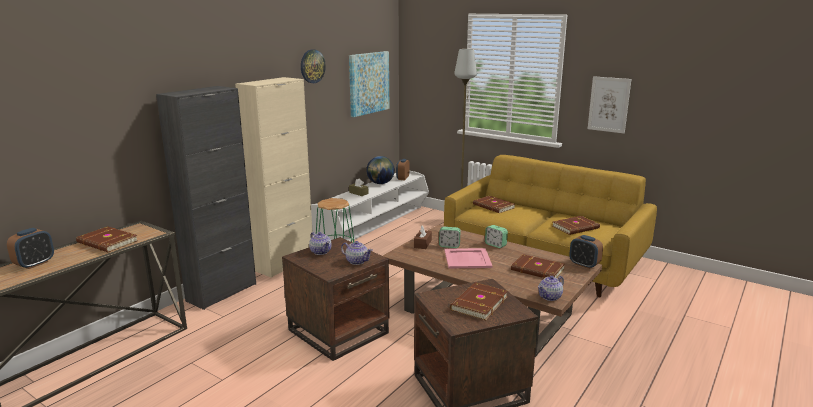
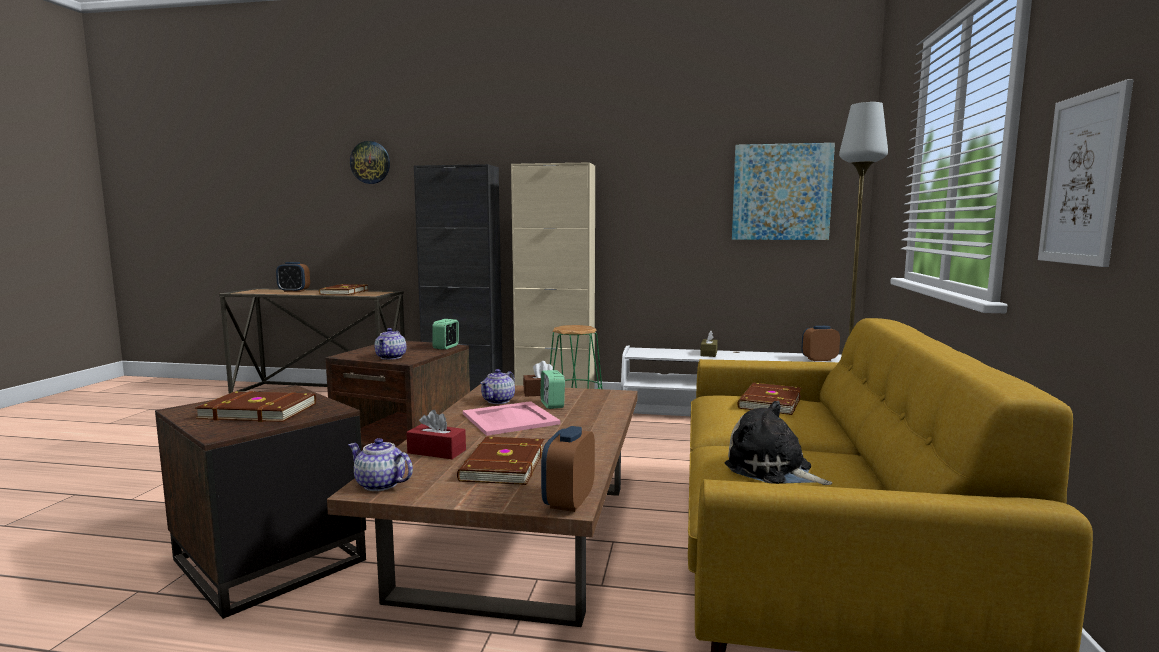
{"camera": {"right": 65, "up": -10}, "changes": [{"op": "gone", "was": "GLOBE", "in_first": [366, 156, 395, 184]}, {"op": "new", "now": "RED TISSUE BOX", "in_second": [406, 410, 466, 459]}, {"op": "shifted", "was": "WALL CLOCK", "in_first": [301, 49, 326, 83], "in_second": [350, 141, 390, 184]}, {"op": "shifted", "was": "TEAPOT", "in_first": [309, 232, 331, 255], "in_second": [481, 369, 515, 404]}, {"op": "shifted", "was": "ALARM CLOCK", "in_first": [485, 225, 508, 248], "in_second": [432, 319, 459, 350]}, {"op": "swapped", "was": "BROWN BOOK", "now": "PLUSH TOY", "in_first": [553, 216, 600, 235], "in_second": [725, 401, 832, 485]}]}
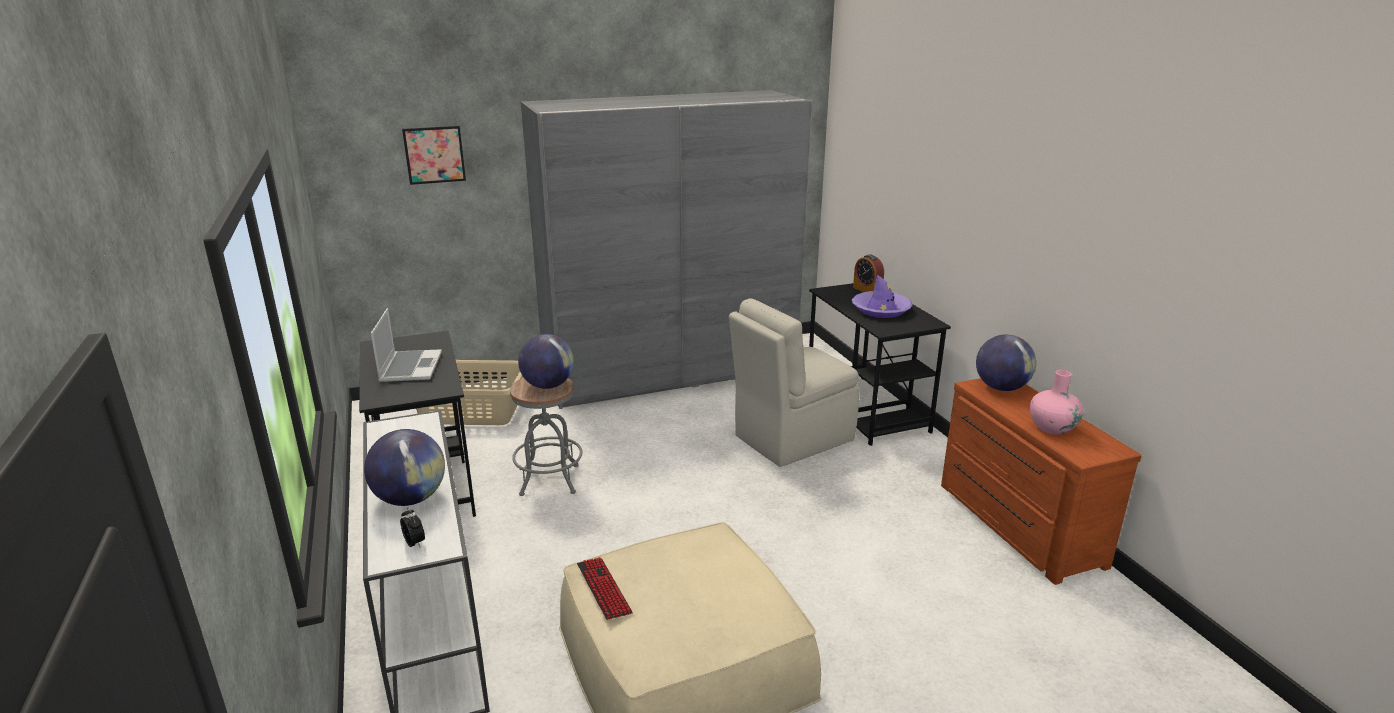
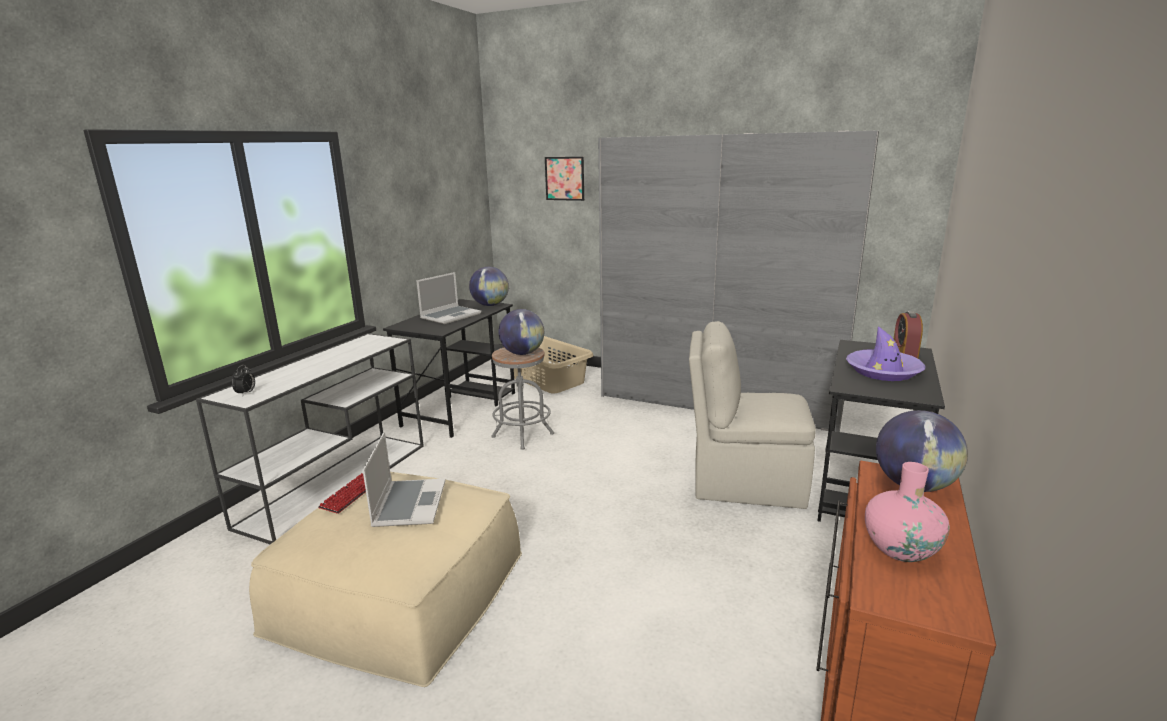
{"camera": {"right": 45, "up": -5}, "changes": [{"op": "new", "now": "LAPTOP", "in_second": [363, 432, 446, 527]}, {"op": "shifted", "was": "GLOBE", "in_first": [364, 429, 445, 506], "in_second": [469, 267, 509, 306]}]}
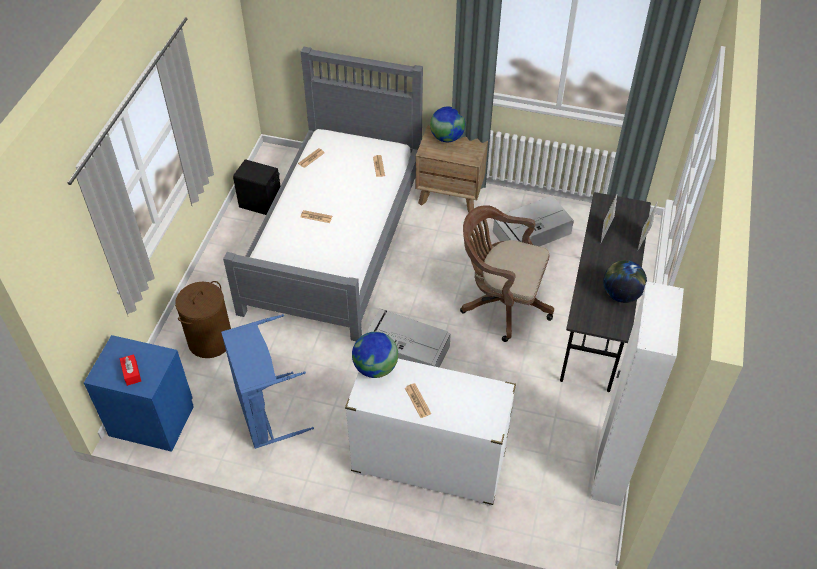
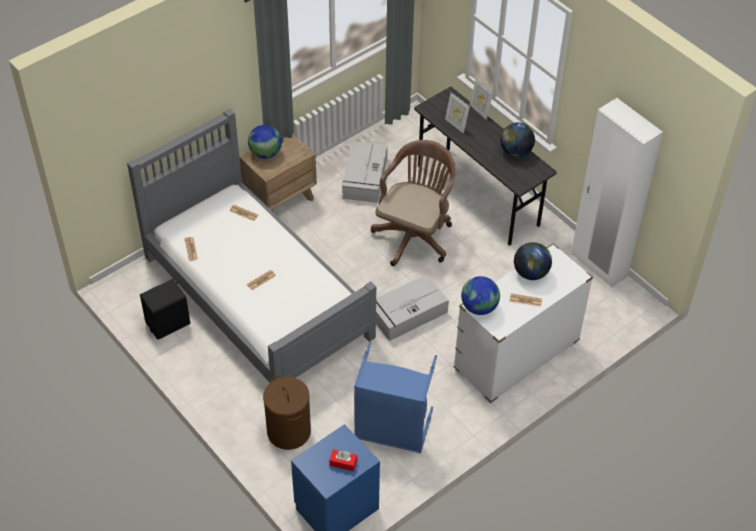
{"camera": {"right": -55, "up": 0}, "changes": [{"op": "new", "now": "GLOBE", "in_second": [514, 242, 552, 280]}, {"op": "rotated", "was": "BROWN OFFICE CHAIR", "in_first": [460, 205, 554, 342], "in_second": [371, 140, 455, 266], "clockwise": 150}]}
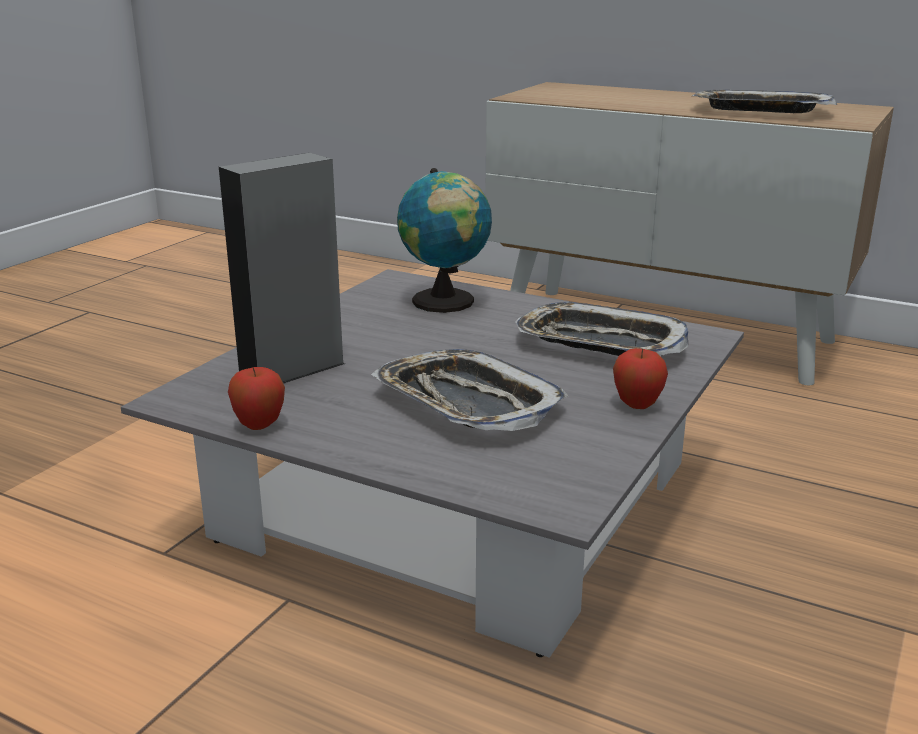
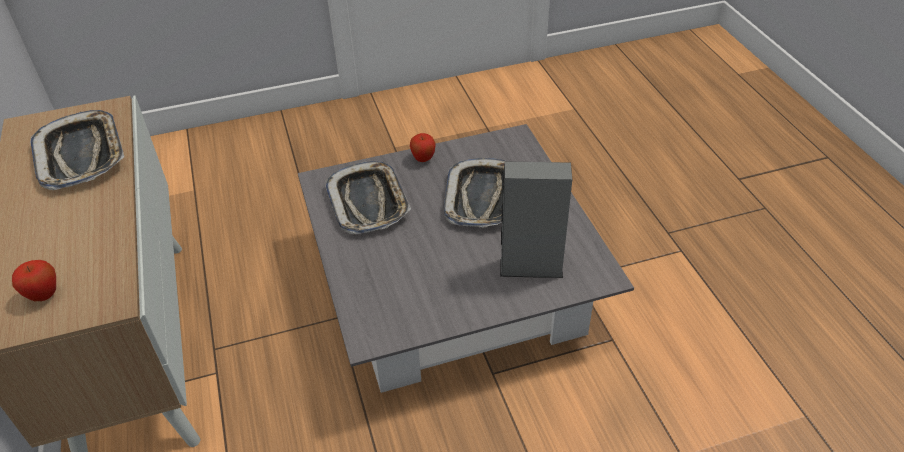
{"camera": {"right": -135, "up": 20}, "changes": [{"op": "gone", "was": "GLOBE", "in_first": [397, 168, 492, 313]}, {"op": "shifted", "was": "APPLE", "in_first": [228, 367, 285, 430], "in_second": [12, 260, 56, 301]}]}
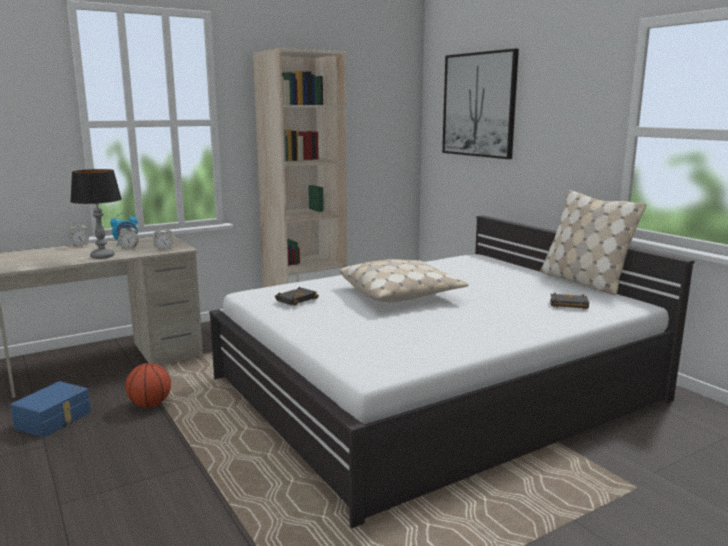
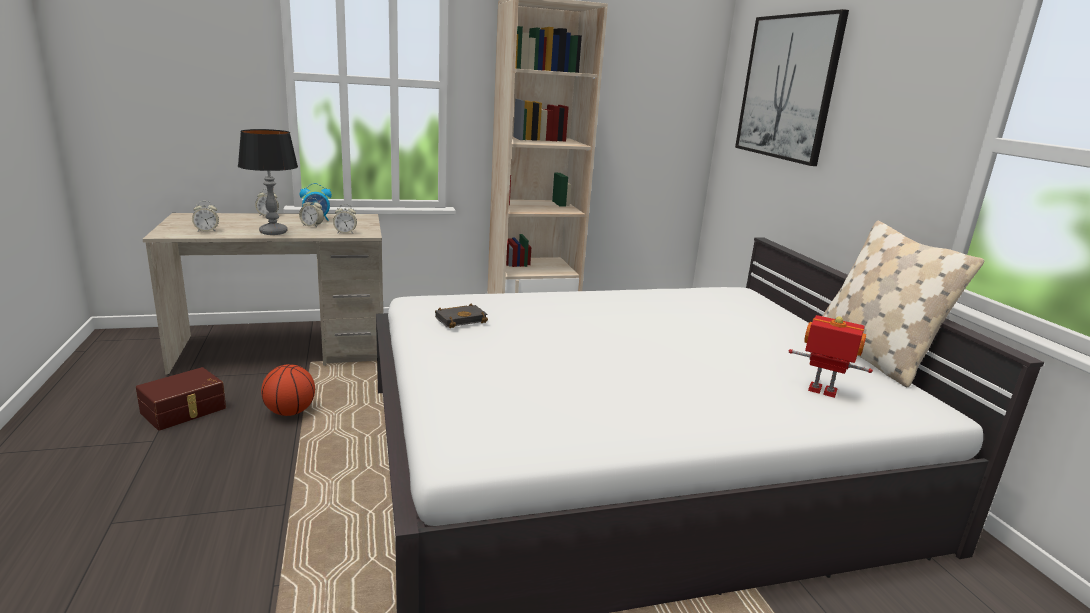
{"camera": {"right": 15, "up": 5}, "changes": [{"op": "gone", "was": "BEIGE PILLOW", "in_first": [339, 259, 469, 302]}, {"op": "new", "now": "ALARM CLOCK", "in_second": [192, 201, 219, 232]}, {"op": "swapped", "was": "BLACK BOOK", "now": "TOY ROBOT", "in_first": [550, 292, 589, 309], "in_second": [789, 315, 873, 398]}, {"op": "repainted", "was": "BLUE STORAGE BOX", "now": "BROWN STORAGE BOX", "in_first": [10, 381, 91, 438], "in_second": [136, 367, 226, 431]}]}
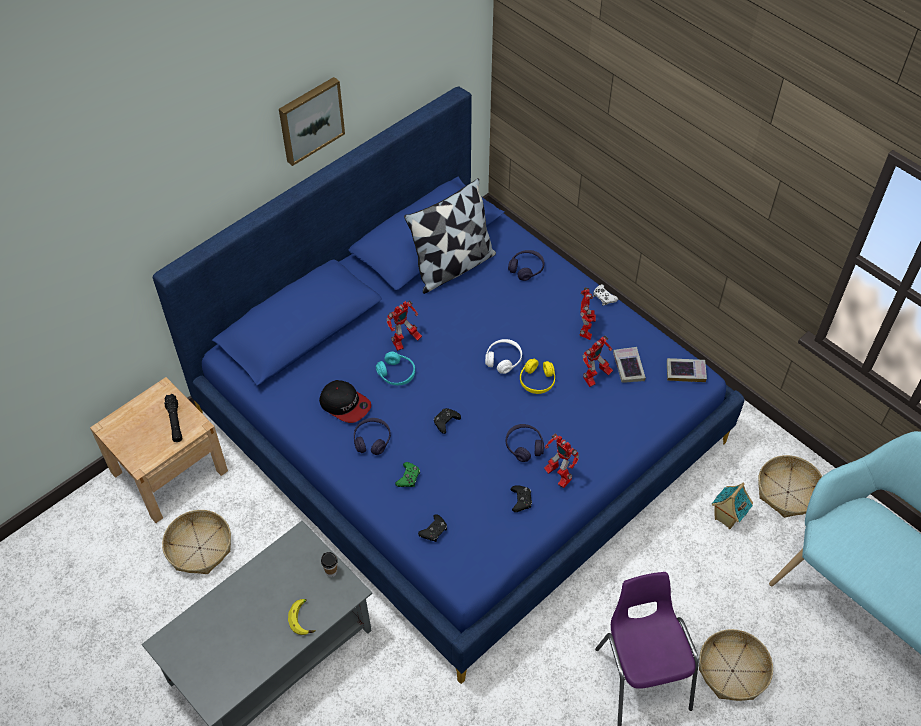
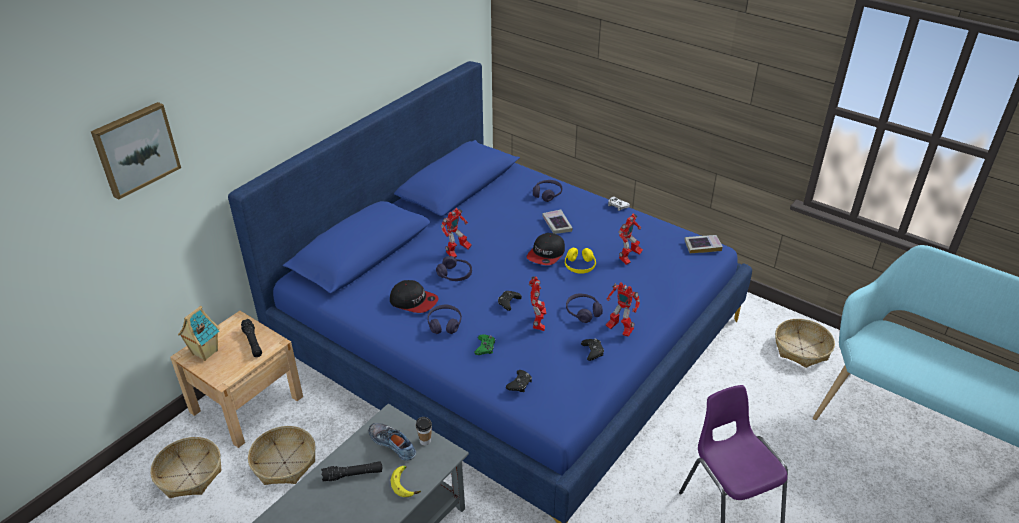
{"camera": {"right": -10, "up": -15}, "changes": [{"op": "gone", "was": "PILLOW", "in_first": [404, 178, 496, 294]}, {"op": "new", "now": "BLACK FLASHLIGHT", "in_second": [321, 461, 382, 481]}, {"op": "new", "now": "SHOE", "in_second": [369, 423, 416, 461]}, {"op": "shifted", "was": "PICTURE", "in_first": [279, 77, 345, 166], "in_second": [91, 102, 181, 200]}, {"op": "shifted", "was": "TOY ROBOT", "in_first": [579, 288, 596, 340], "in_second": [529, 277, 546, 331]}, {"op": "shifted", "was": "BOOK", "in_first": [613, 347, 646, 383], "in_second": [542, 210, 573, 234]}, {"op": "shifted", "was": "BASKET", "in_first": [699, 629, 773, 701], "in_second": [150, 437, 222, 498]}, {"op": "shifted", "was": "TOY HOUSE", "in_first": [712, 482, 753, 529], "in_second": [178, 306, 220, 361]}, {"op": "swapped", "was": "WHITE HEADPHONES", "now": "CAP", "in_first": [485, 339, 522, 374], "in_second": [527, 233, 565, 265]}, {"op": "repainted", "was": "TURQUOISE HEADPHONES", "now": "PURPLE HEADPHONES", "in_first": [376, 352, 415, 385], "in_second": [436, 256, 472, 281]}]}
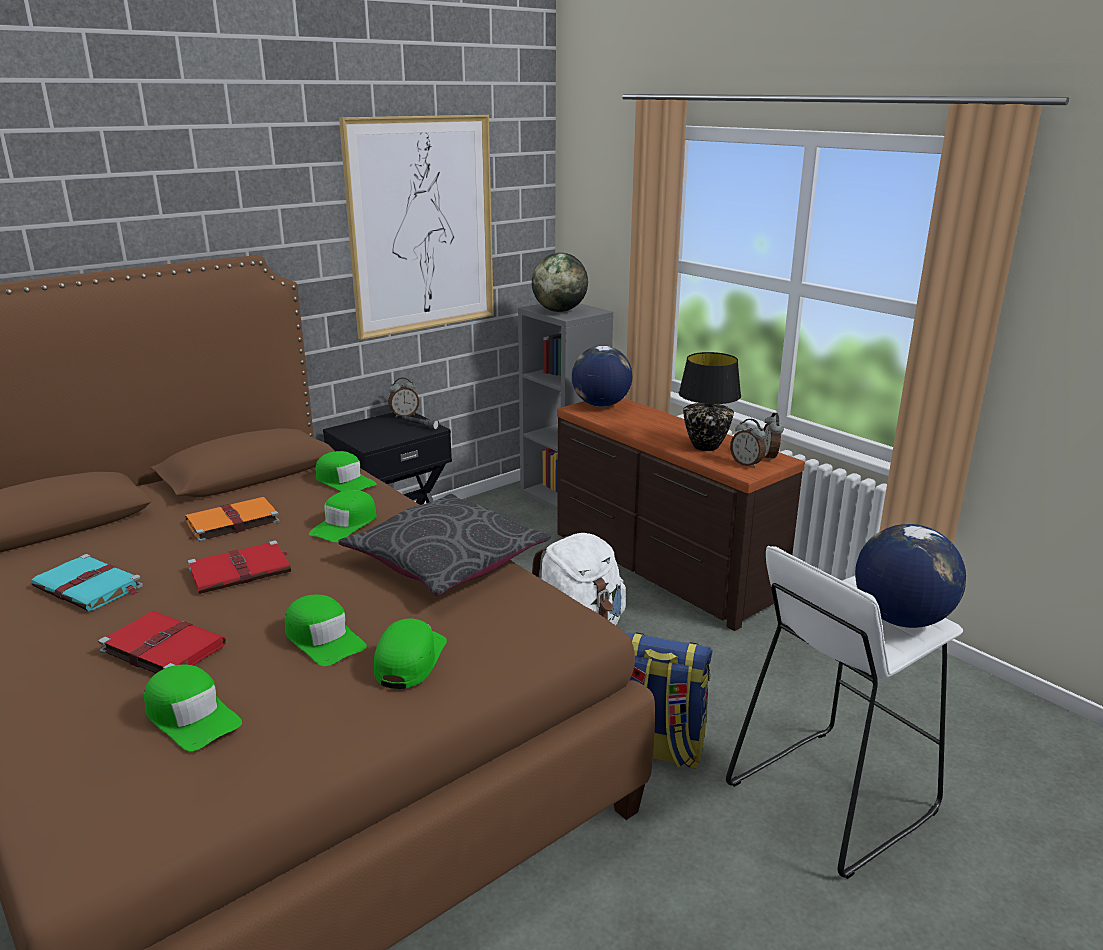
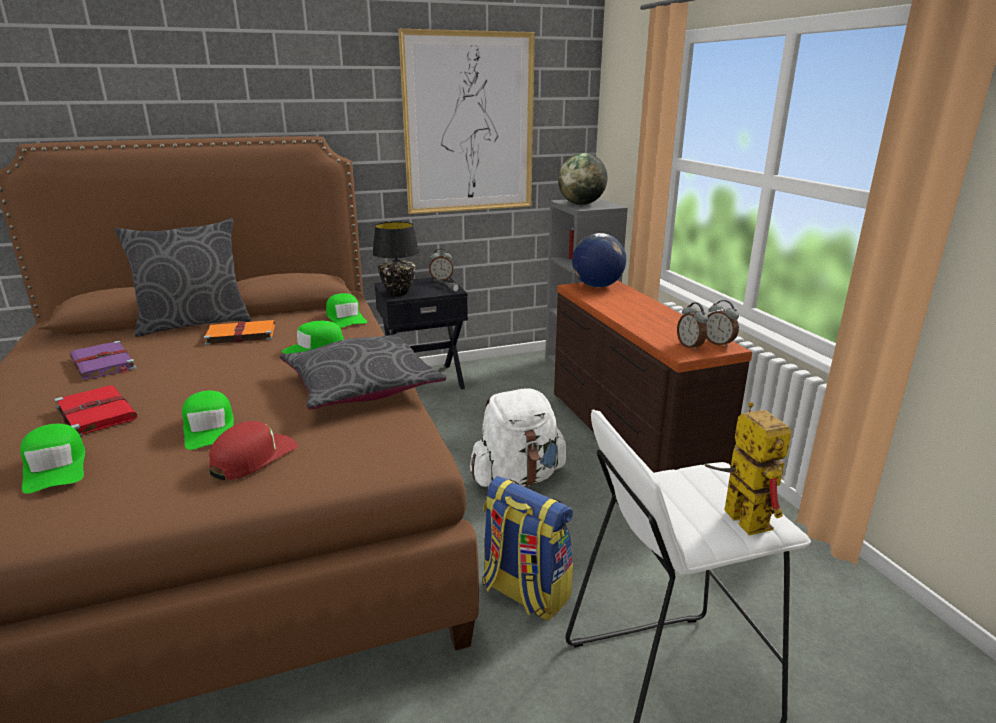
{"camera": {"right": 20, "up": 0}, "changes": [{"op": "gone", "was": "RED BOOK", "in_first": [188, 541, 291, 594]}, {"op": "new", "now": "GREY PILLOW", "in_second": [115, 218, 251, 337]}, {"op": "shifted", "was": "BLACK TABLE LAMP", "in_first": [679, 352, 741, 451], "in_second": [372, 222, 419, 296]}, {"op": "swapped", "was": "GLOBE", "now": "TOY ROBOT", "in_first": [855, 524, 966, 628], "in_second": [705, 402, 791, 535]}, {"op": "repainted", "was": "TURQUOISE BOOK", "now": "PURPLE BOOK", "in_first": [31, 554, 143, 611], "in_second": [70, 341, 136, 379]}, {"op": "repainted", "was": "GREEN CAP", "now": "RED CAP", "in_first": [374, 618, 447, 689], "in_second": [209, 421, 298, 480]}, {"op": "rotated", "was": "ALARM CLOCK", "in_first": [763, 413, 784, 461], "in_second": [706, 300, 739, 347], "clockwise": -60}]}
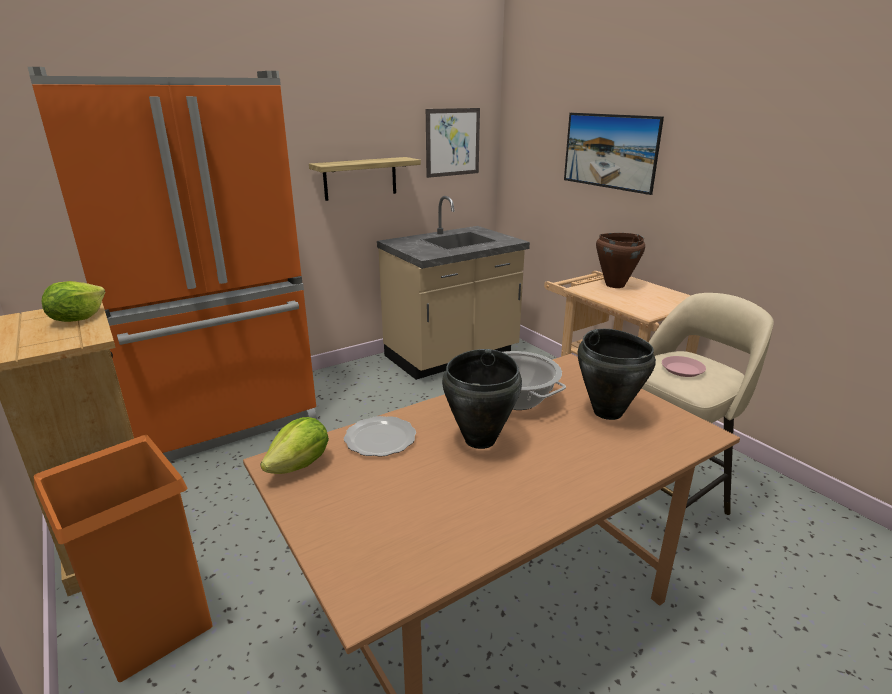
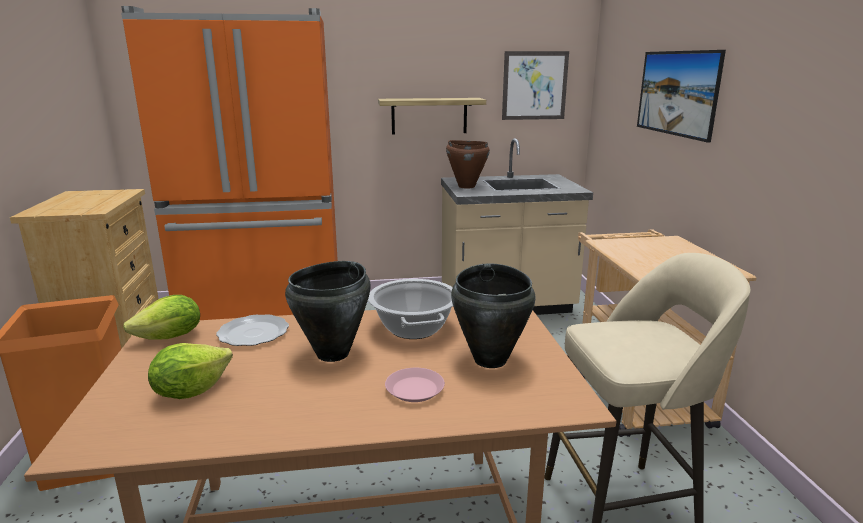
{"camera": {"right": 25, "up": -5}, "changes": [{"op": "shifted", "was": "LETTUCE", "in_first": [42, 281, 105, 322], "in_second": [148, 343, 233, 399]}, {"op": "shifted", "was": "BROWN COOKING POT", "in_first": [596, 233, 645, 288], "in_second": [446, 140, 490, 189]}, {"op": "shifted", "was": "PINK PLATE", "in_first": [662, 356, 706, 377], "in_second": [385, 368, 445, 402]}]}
